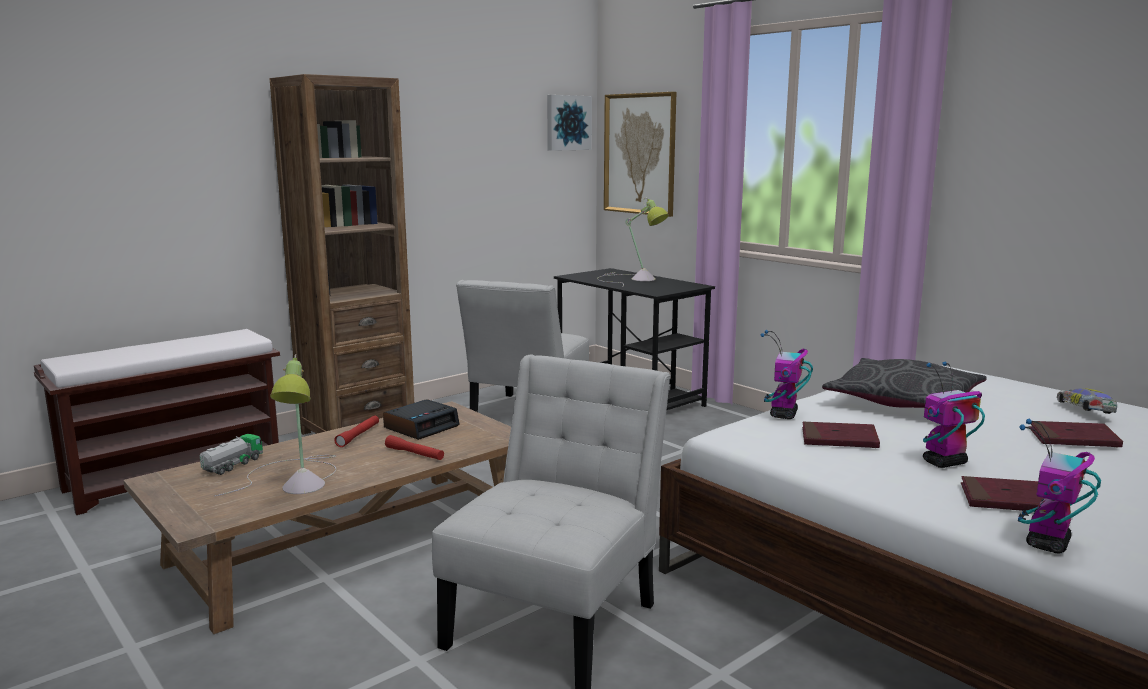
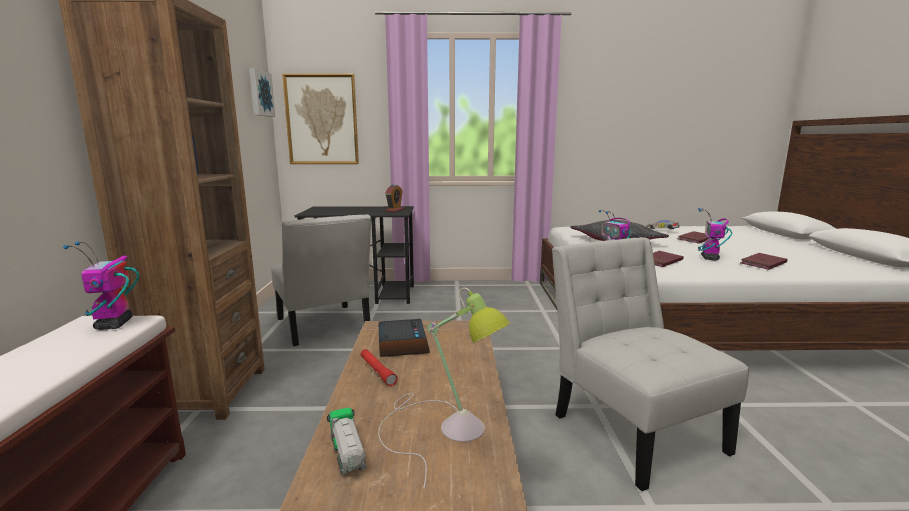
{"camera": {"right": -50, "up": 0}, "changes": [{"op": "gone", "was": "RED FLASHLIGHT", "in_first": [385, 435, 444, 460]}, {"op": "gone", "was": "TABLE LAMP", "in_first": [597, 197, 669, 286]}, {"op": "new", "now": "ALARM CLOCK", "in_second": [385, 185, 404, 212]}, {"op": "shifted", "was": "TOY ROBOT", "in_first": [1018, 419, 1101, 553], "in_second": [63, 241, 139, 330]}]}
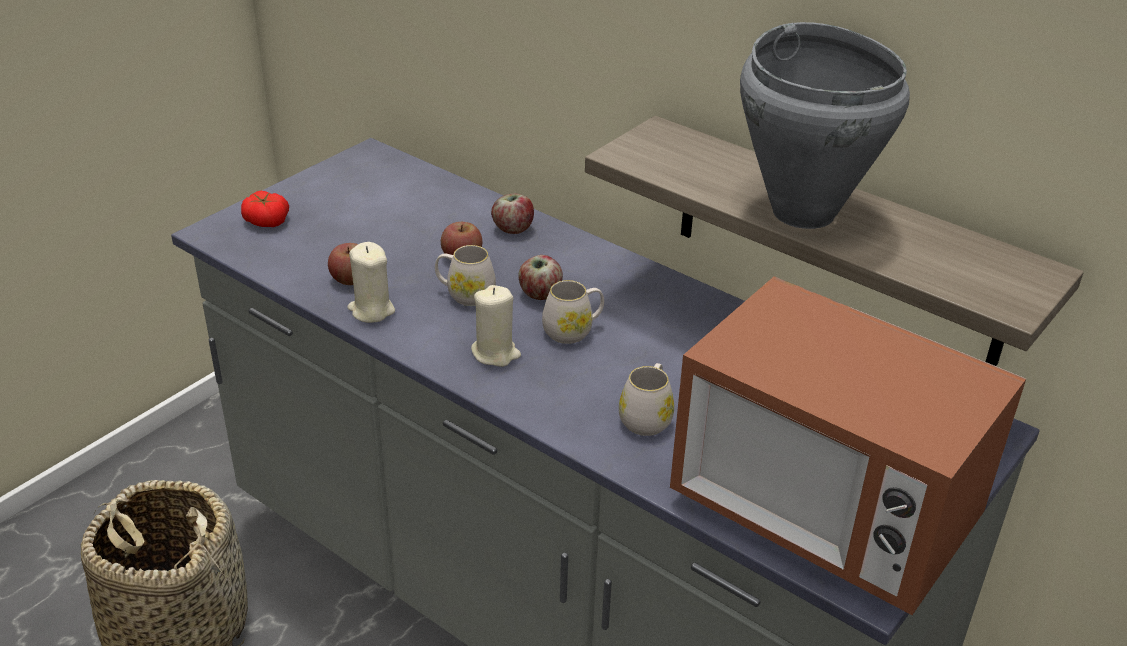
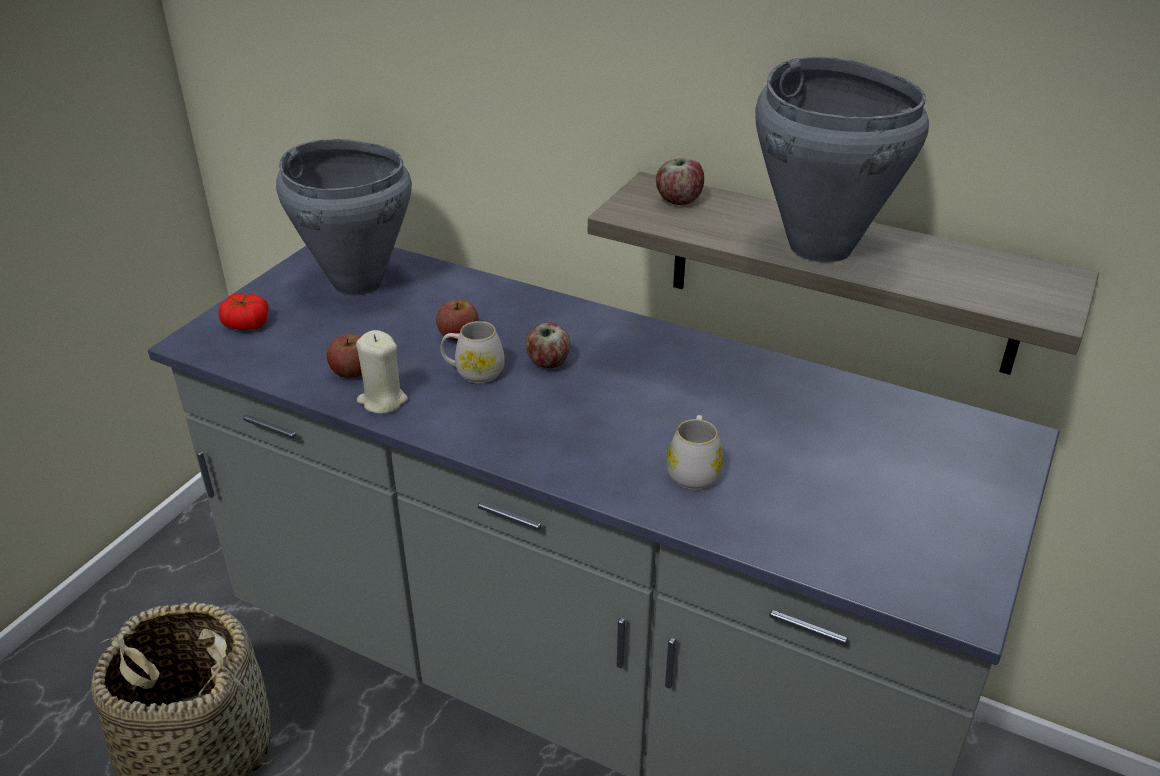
{"camera": {"right": -10, "up": 0}, "changes": [{"op": "gone", "was": "BEIGE CANDLE", "in_first": [471, 285, 521, 367]}, {"op": "gone", "was": "WHITE MUG", "in_first": [542, 280, 604, 344]}, {"op": "gone", "was": "MICROWAVE", "in_first": [670, 276, 1026, 615]}, {"op": "new", "now": "GREY COOKING POT", "in_second": [276, 139, 412, 296]}, {"op": "shifted", "was": "APPLE", "in_first": [491, 194, 534, 234], "in_second": [656, 159, 704, 205]}]}
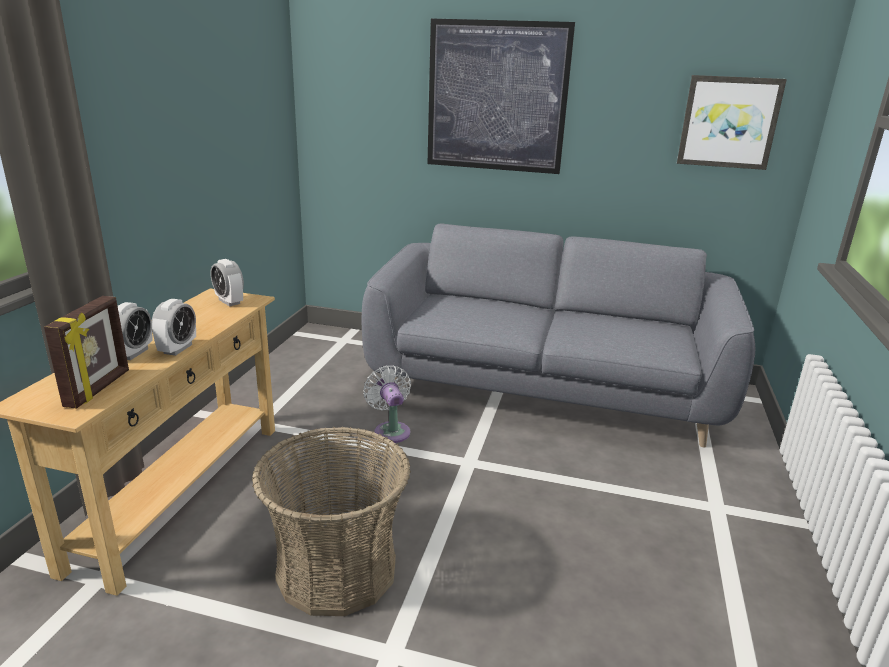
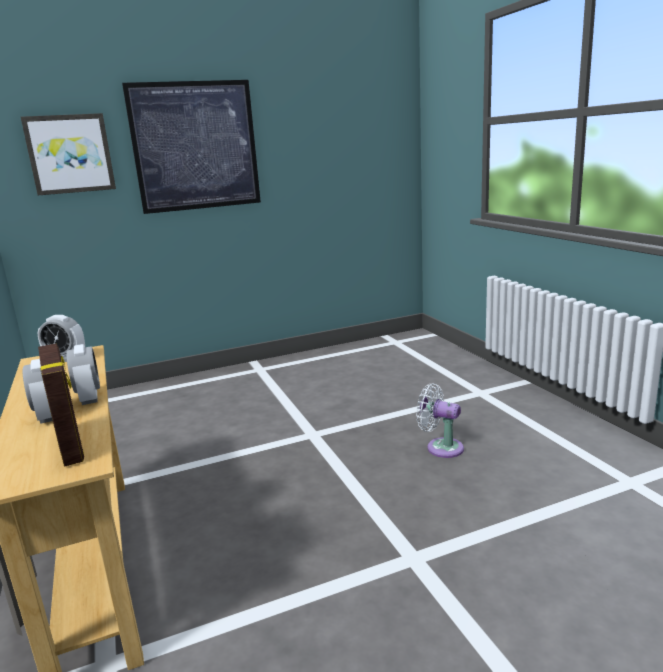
{"camera": {"right": -35, "up": -5}, "changes": [{"op": "gone", "was": "BASKET", "in_first": [252, 427, 411, 616]}, {"op": "gone", "was": "GREY SOFA", "in_first": [362, 223, 755, 447]}, {"op": "shifted", "was": "WHITE FAN", "in_first": [364, 365, 411, 443], "in_second": [416, 383, 464, 458]}, {"op": "shifted", "was": "PICTURE", "in_first": [677, 75, 787, 170], "in_second": [21, 113, 116, 195]}]}
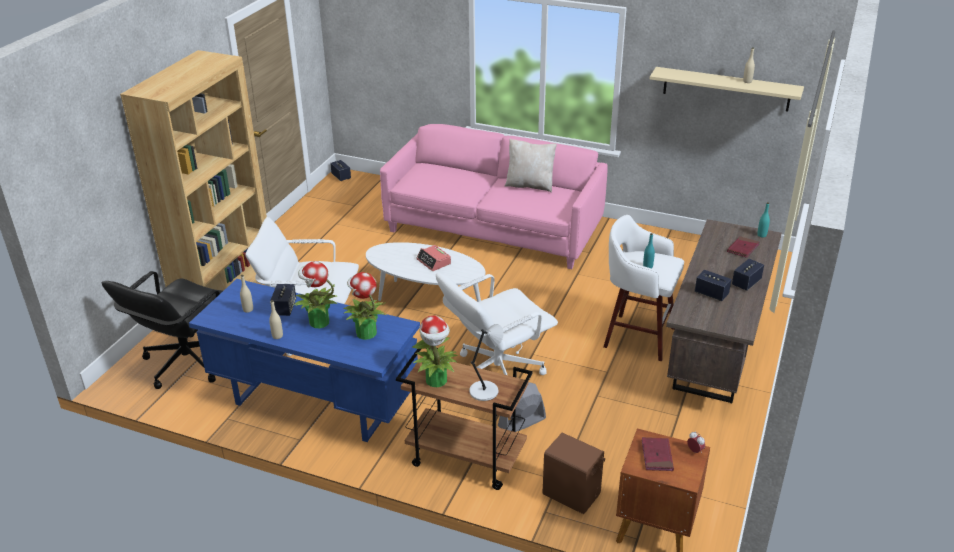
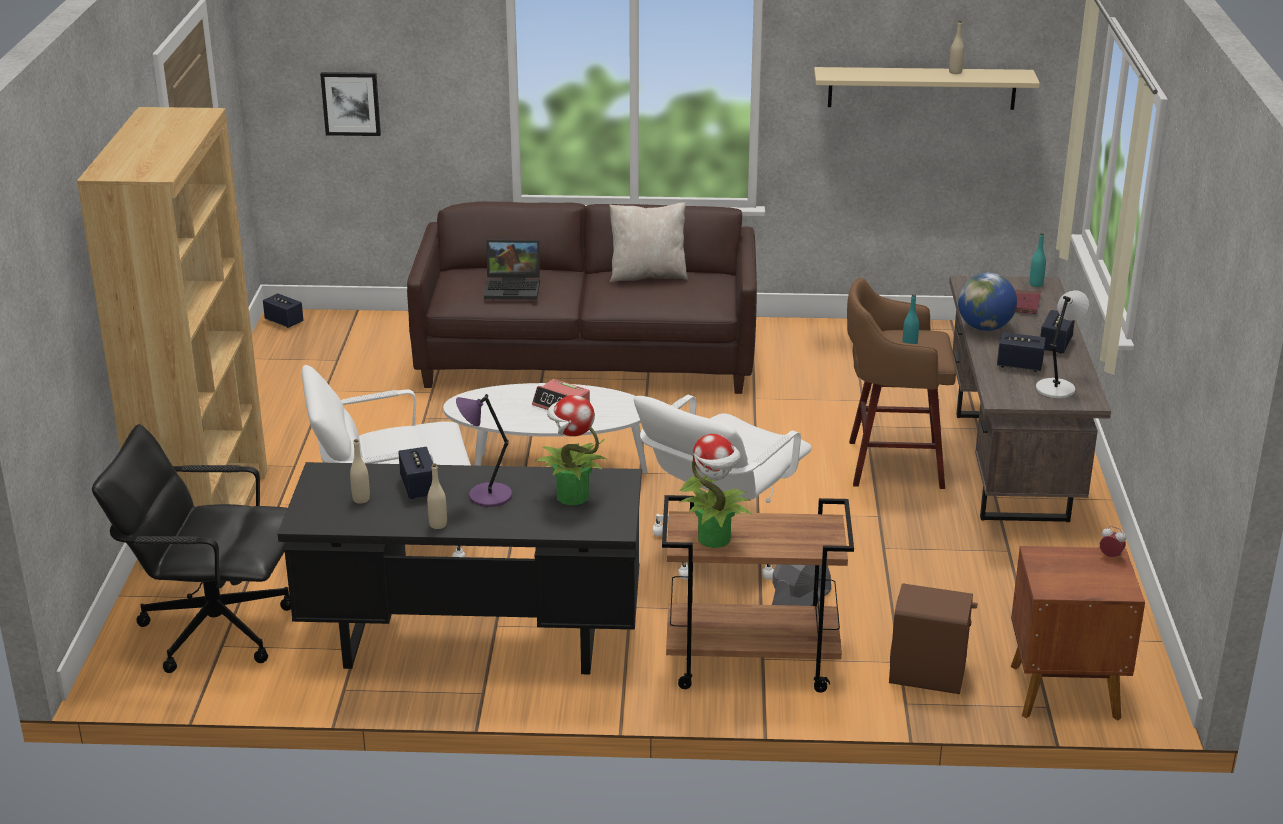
{"camera": {"right": -20, "up": -5}, "changes": [{"op": "gone", "was": "RED BOOK", "in_first": [642, 437, 674, 471]}, {"op": "new", "now": "PICTURE", "in_second": [320, 72, 381, 136]}, {"op": "new", "now": "LAPTOP", "in_second": [484, 239, 540, 300]}, {"op": "new", "now": "GLOBE", "in_second": [958, 273, 1017, 331]}, {"op": "shifted", "was": "GREY TABLE LAMP", "in_first": [469, 324, 504, 401], "in_second": [1036, 290, 1089, 399]}, {"op": "swapped", "was": "POTTED PLANT", "now": "PURPLE TABLE LAMP", "in_first": [293, 261, 337, 328], "in_second": [456, 394, 512, 507]}, {"op": "repainted", "was": "BLUE DESK", "now": "BLACK DESK", "in_first": [189, 279, 420, 442], "in_second": [278, 462, 641, 675]}, {"op": "repainted", "was": "PINK SOFA", "now": "BROWN SOFA", "in_first": [380, 124, 608, 269], "in_second": [407, 202, 757, 394]}, {"op": "repainted", "was": "WHITE STOOL", "now": "BROWN STOOL", "in_first": [603, 215, 684, 361], "in_second": [847, 278, 956, 489]}, {"op": "rotated", "was": "BLACK OFFICE CHAIR", "in_first": [102, 271, 223, 389], "in_second": [92, 424, 291, 673], "clockwise": 90}]}
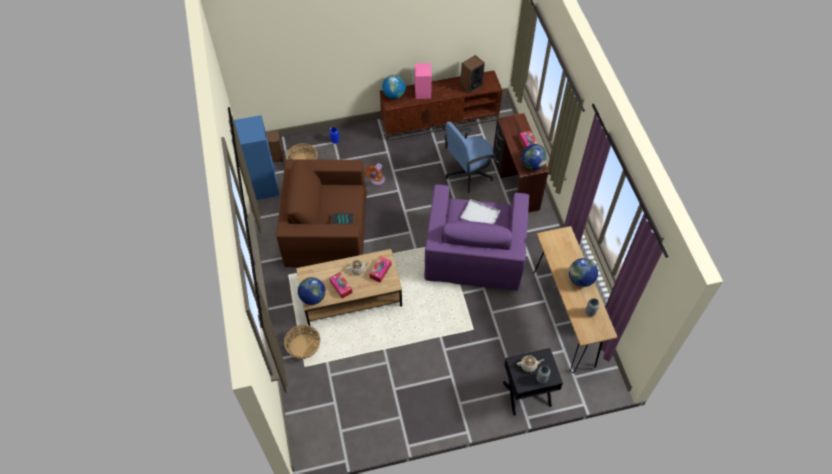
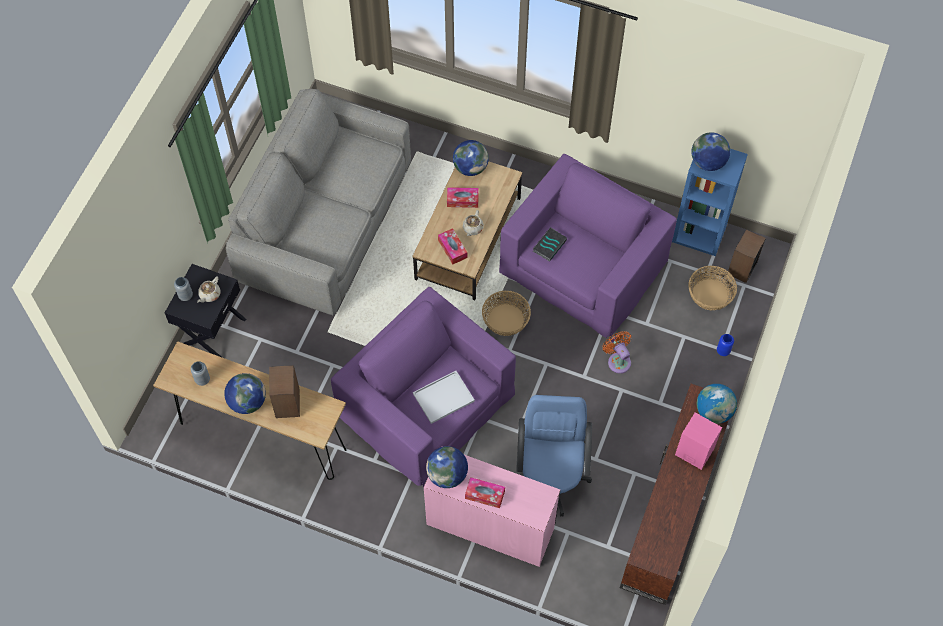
{"camera": {"right": 125, "up": 5}, "changes": [{"op": "new", "now": "GREY SOFA", "in_second": [226, 89, 411, 315]}, {"op": "new", "now": "GLOBE", "in_second": [691, 132, 730, 171]}, {"op": "shifted", "was": "BASKET", "in_first": [284, 325, 321, 359], "in_second": [482, 291, 531, 336]}, {"op": "shifted", "was": "SPEAKER", "in_first": [460, 55, 485, 93], "in_second": [269, 365, 300, 418]}, {"op": "repainted", "was": "BROWN ARMCHAIR", "now": "PURPLE ARMCHAIR", "in_first": [276, 160, 367, 268], "in_second": [499, 154, 677, 338]}, {"op": "repainted", "was": "BROWN DESK", "now": "PINK DESK", "in_first": [493, 113, 549, 213], "in_second": [424, 446, 560, 567]}]}
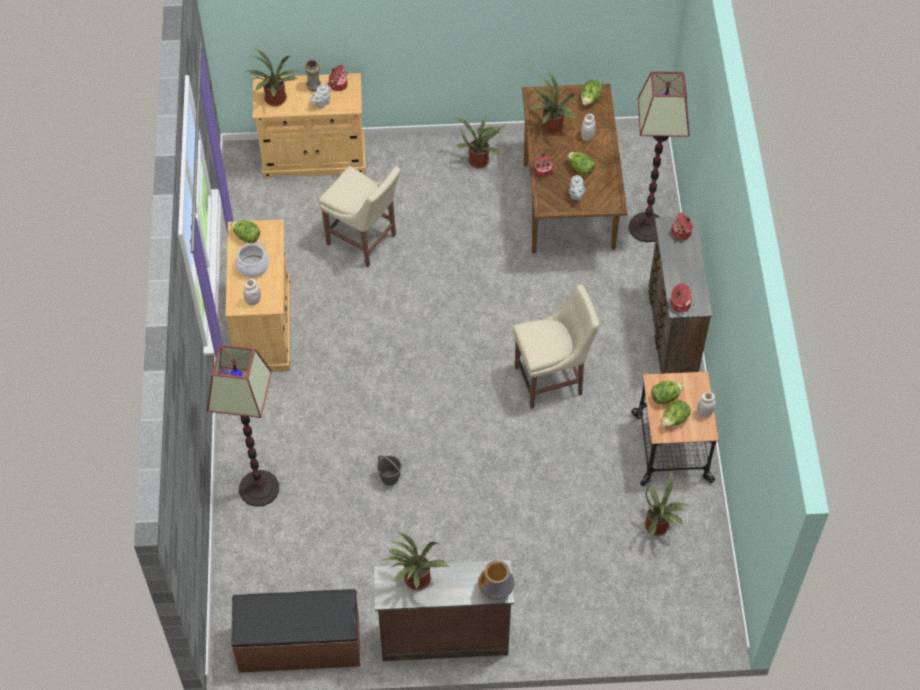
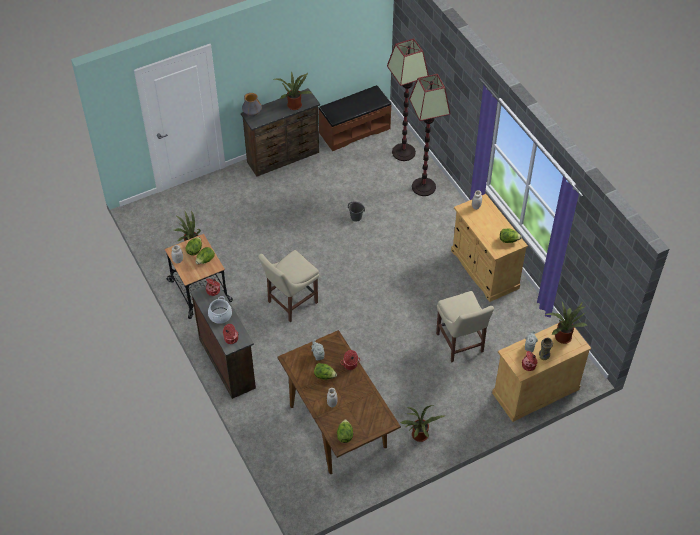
{"camera": {"right": 155, "up": -5}, "changes": [{"op": "gone", "was": "POTTED PLANT", "in_first": [526, 72, 576, 135]}, {"op": "shifted", "was": "COOKING POT", "in_first": [236, 241, 269, 278], "in_second": [208, 296, 232, 324]}, {"op": "shifted", "was": "FLOOR LAMP", "in_first": [629, 71, 690, 243], "in_second": [387, 38, 429, 161]}, {"op": "rotated", "was": "BEIGE CHAIR", "in_first": [319, 166, 400, 267], "in_second": [436, 291, 494, 362], "clockwise": -120}]}
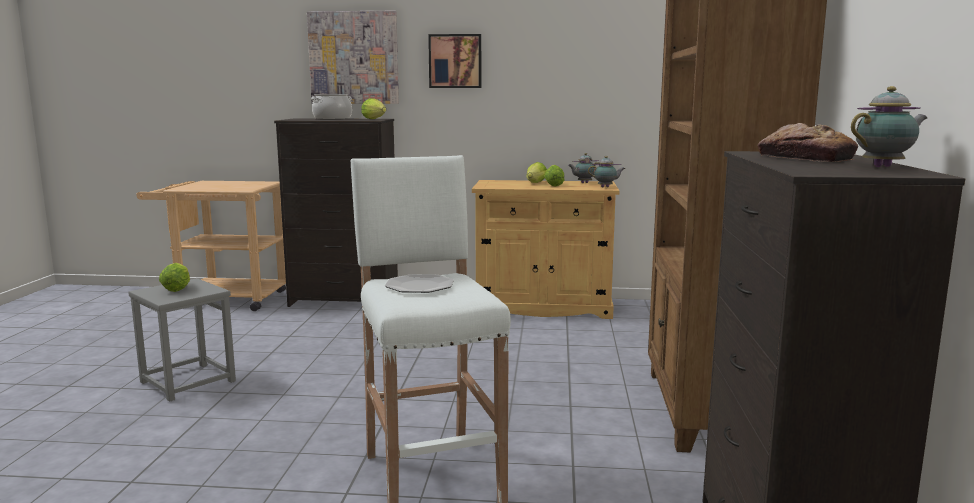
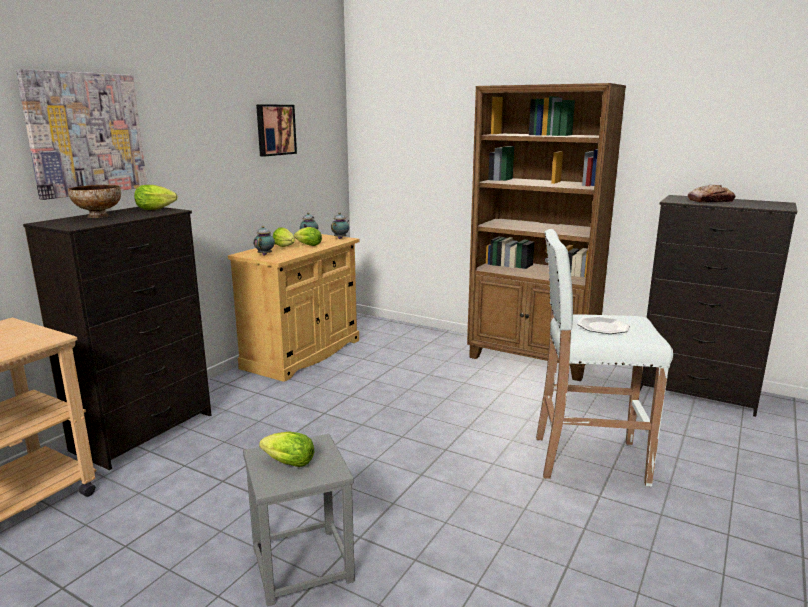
{"camera": {"right": -65, "up": 5}, "changes": [{"op": "shifted", "was": "PICTURE", "in_first": [428, 34, 481, 88], "in_second": [256, 104, 297, 157]}, {"op": "shifted", "was": "TEAPOT", "in_first": [851, 86, 928, 167], "in_second": [253, 226, 275, 256]}, {"op": "swapped", "was": "COOKING POT", "now": "BOWL", "in_first": [311, 94, 352, 120], "in_second": [68, 185, 121, 218]}]}
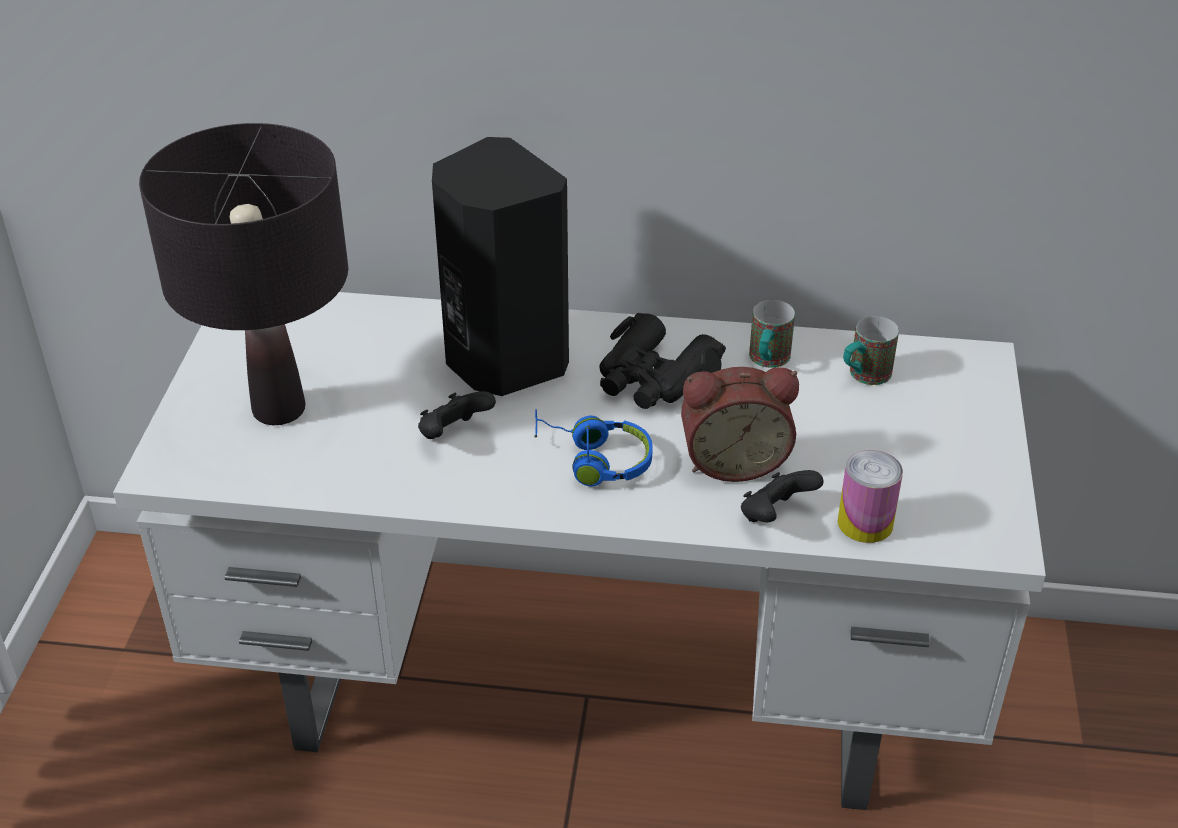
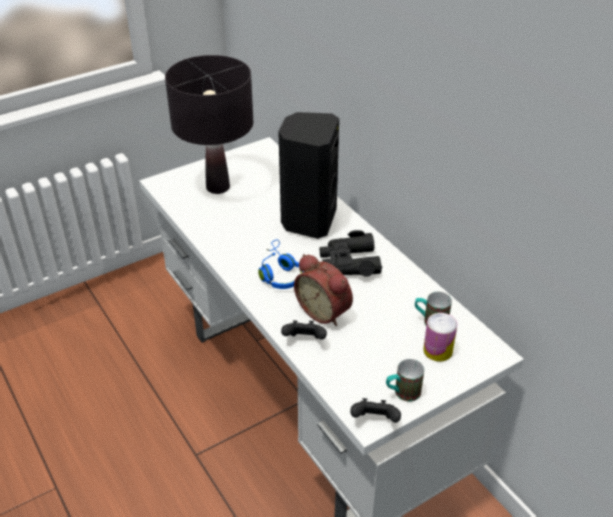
{"camera": {"right": 50, "up": 0}, "changes": [{"op": "shifted", "was": "BLACK GAME CONTROLLER", "in_first": [418, 391, 496, 439], "in_second": [350, 398, 401, 423]}, {"op": "shifted", "was": "MUG", "in_first": [749, 300, 795, 368], "in_second": [386, 359, 424, 401]}, {"op": "shifted", "was": "CAN", "in_first": [838, 450, 903, 543], "in_second": [423, 313, 457, 362]}]}
